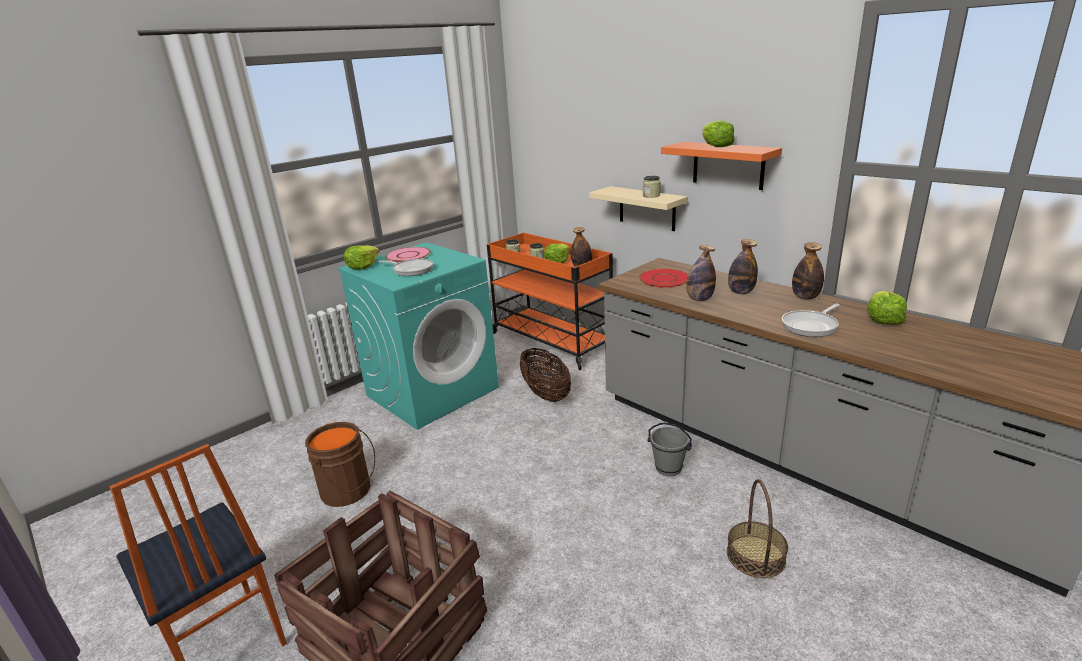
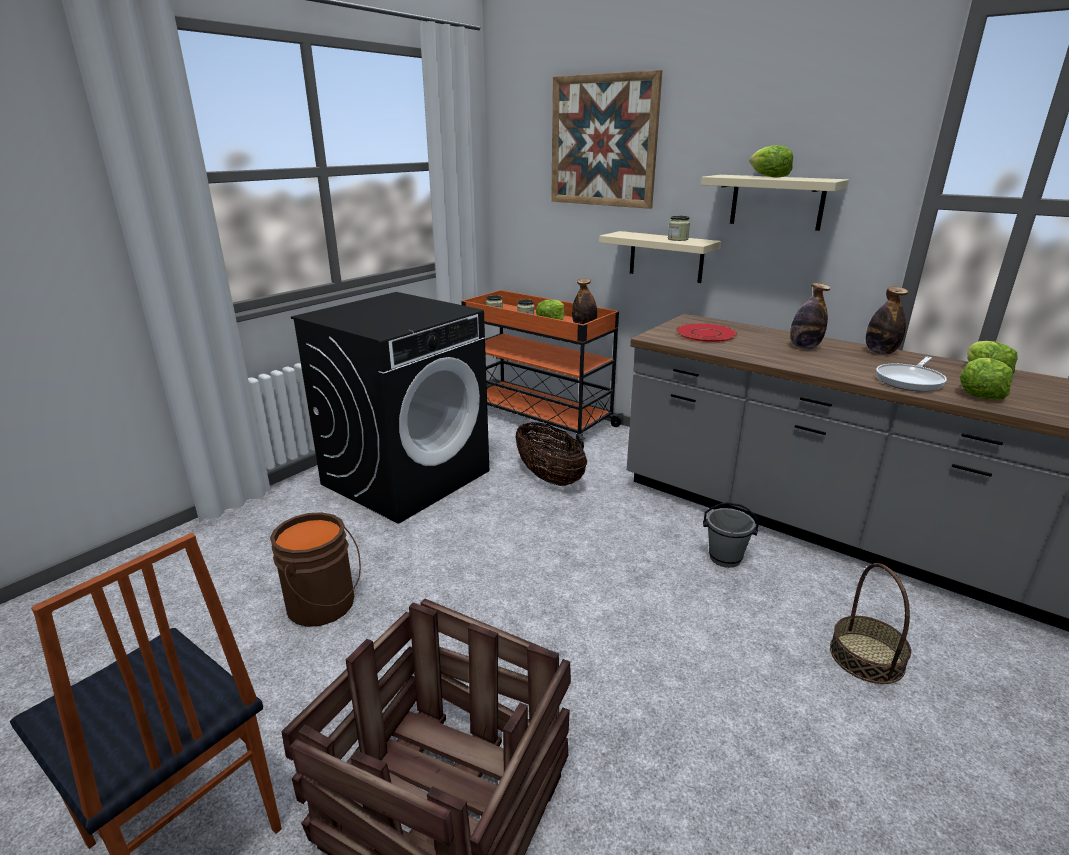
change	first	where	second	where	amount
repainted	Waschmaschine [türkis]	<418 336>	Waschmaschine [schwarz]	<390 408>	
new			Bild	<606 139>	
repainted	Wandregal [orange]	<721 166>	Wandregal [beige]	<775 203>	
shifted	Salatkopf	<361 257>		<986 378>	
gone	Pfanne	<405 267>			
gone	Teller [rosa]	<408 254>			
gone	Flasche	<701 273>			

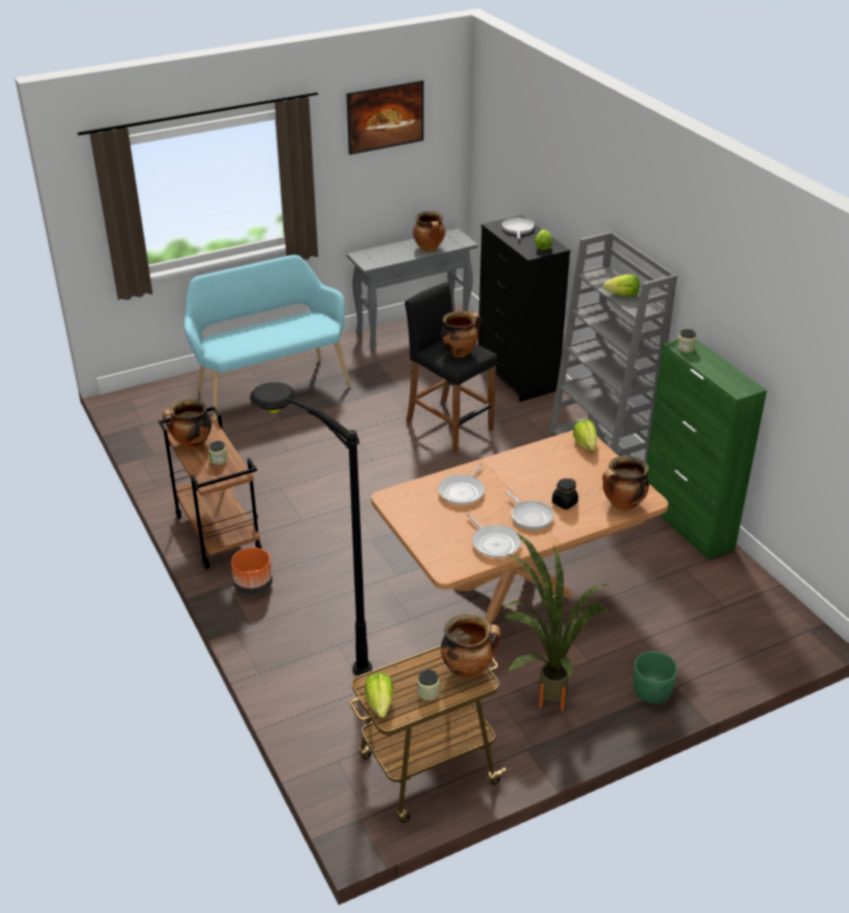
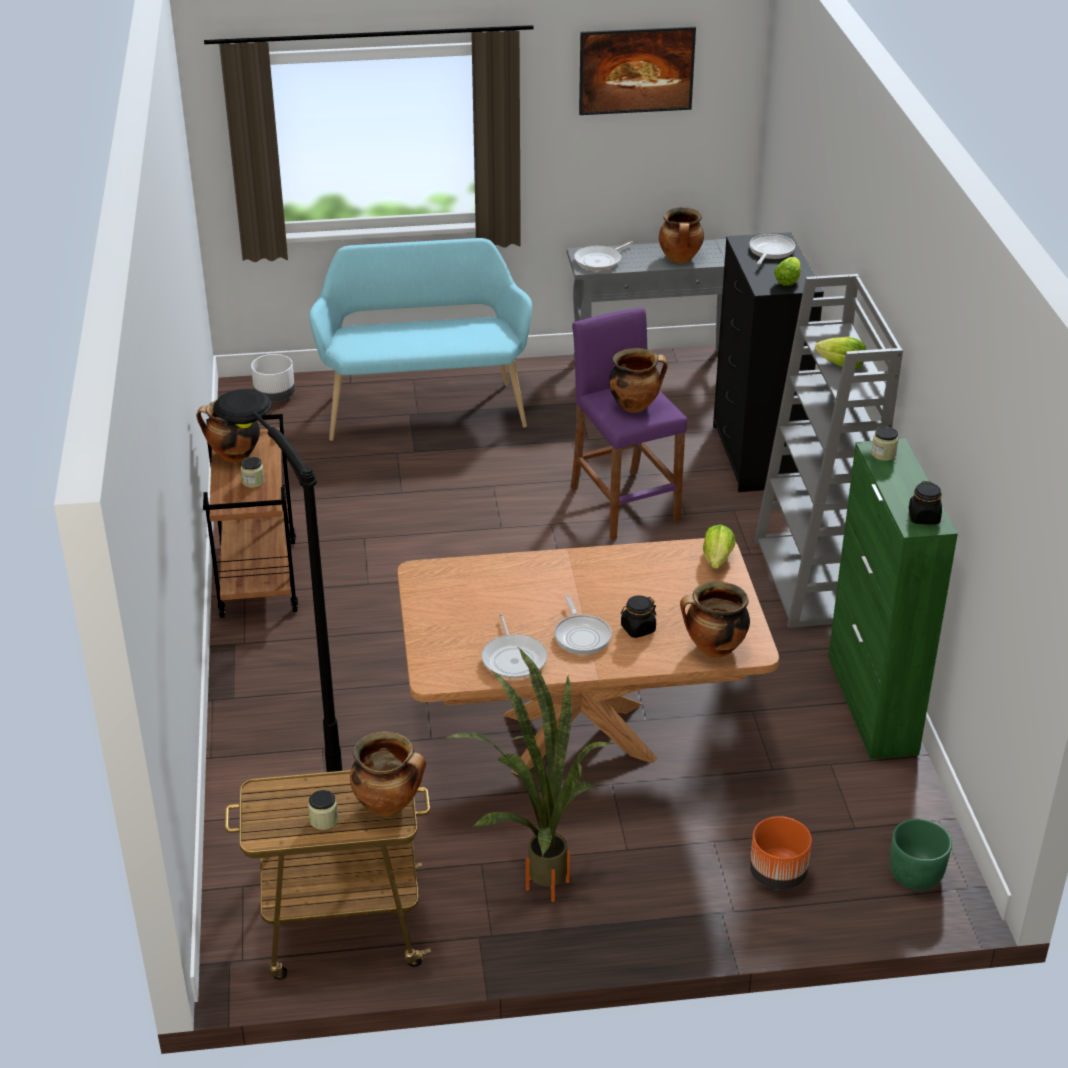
change	first	where	second	where	amount
new			Pflanzkübel [weiß]	<273 378>	
repainted	Hocker [schwarz]	<451 367>	Hocker [lila]	<628 423>	
shifted	Pfanne	<461 484>		<603 255>	
shifted	Pflanzkübel [orange]	<252 571>		<781 853>	
shifted	Pflanzkübel [grün]	<655 677>		<921 854>	
new			Vorratsglas [schwarz]	<925 503>	
gone	Salatkopf	<379 695>			

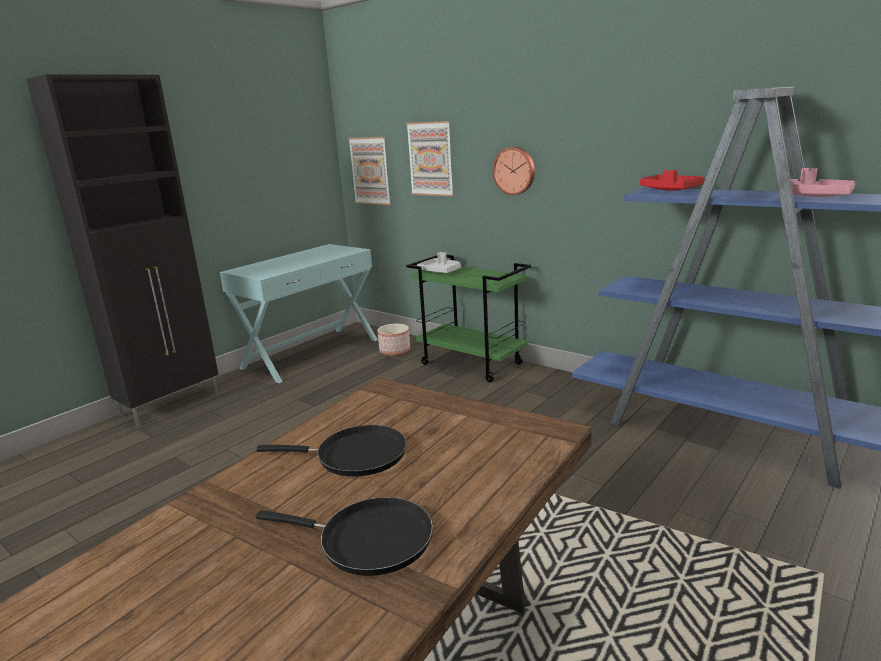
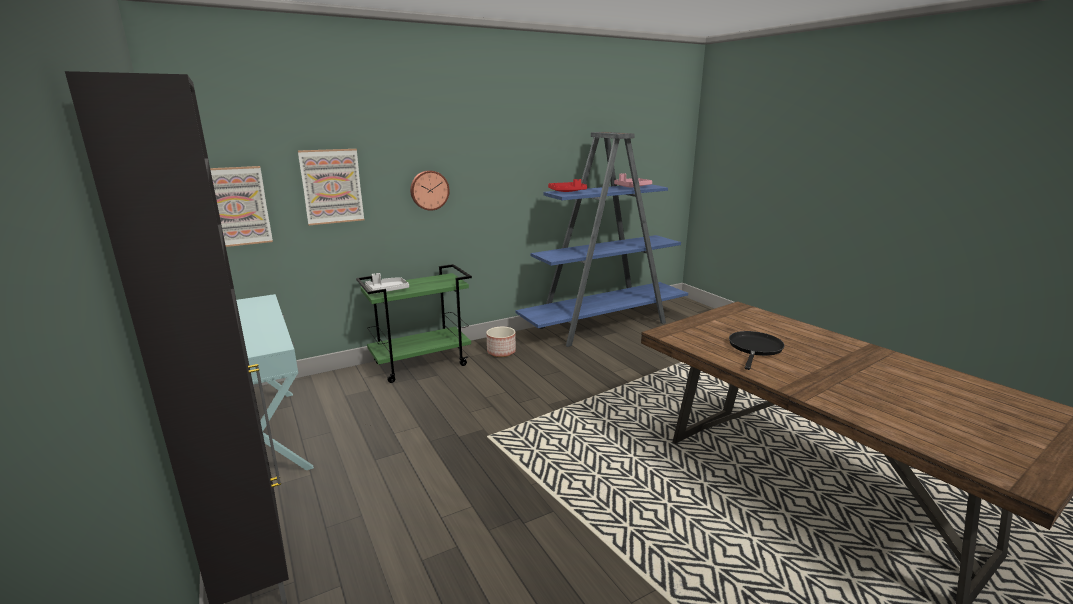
change	first	where	second	where	amount
shifted	Pflanzkübel	<393 340>		<501 342>	
gone	Pfanne [schwarz]	<344 536>			

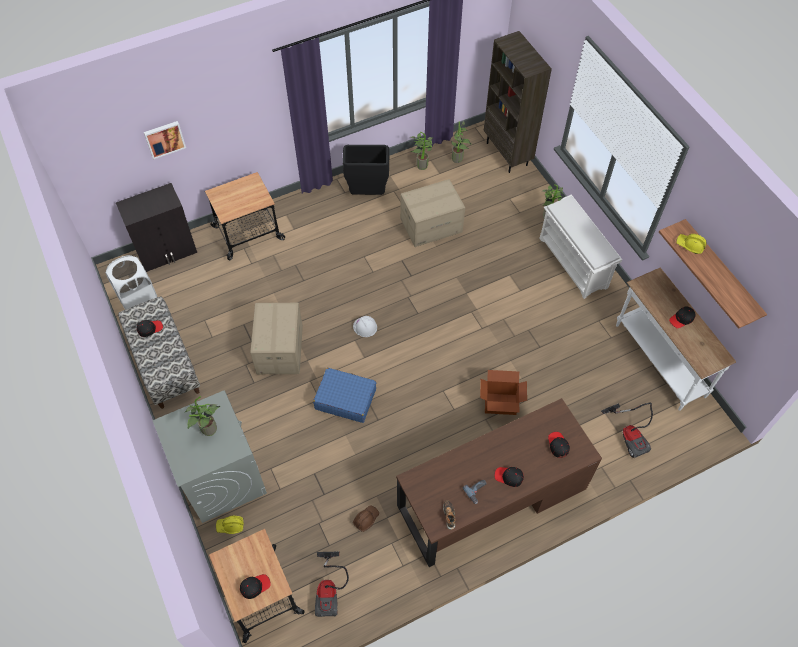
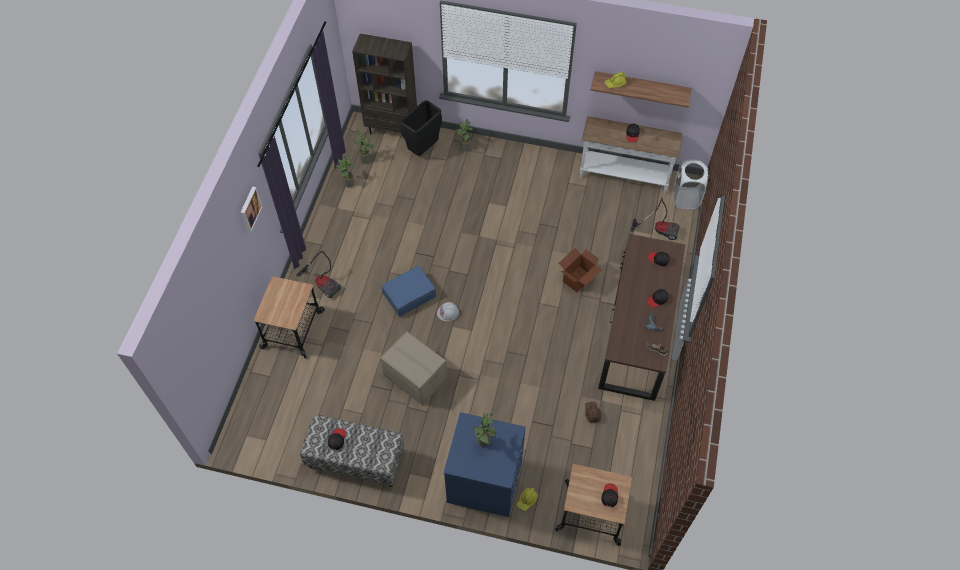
change	first	where	second	where	amount
shifted	Bild	<165 140>		<251 209>	
shifted	Staubsauger	<332 584>		<318 274>	
shifted	Koffer [blau]	<344 395>		<409 291>	
shifted	Mülleimer [schwarz]	<365 170>		<421 128>	
repainted	Waschmaschine [grau]	<209 456>	Waschmaschine [blau]	<485 464>	
shifted	Wäschekorb [weiß]	<131 282>		<691 184>	
gone	Schrank [schwarz]	<156 227>			
gone	Karton	<432 213>			
gone	Schuhregal [weiß]	<580 247>			

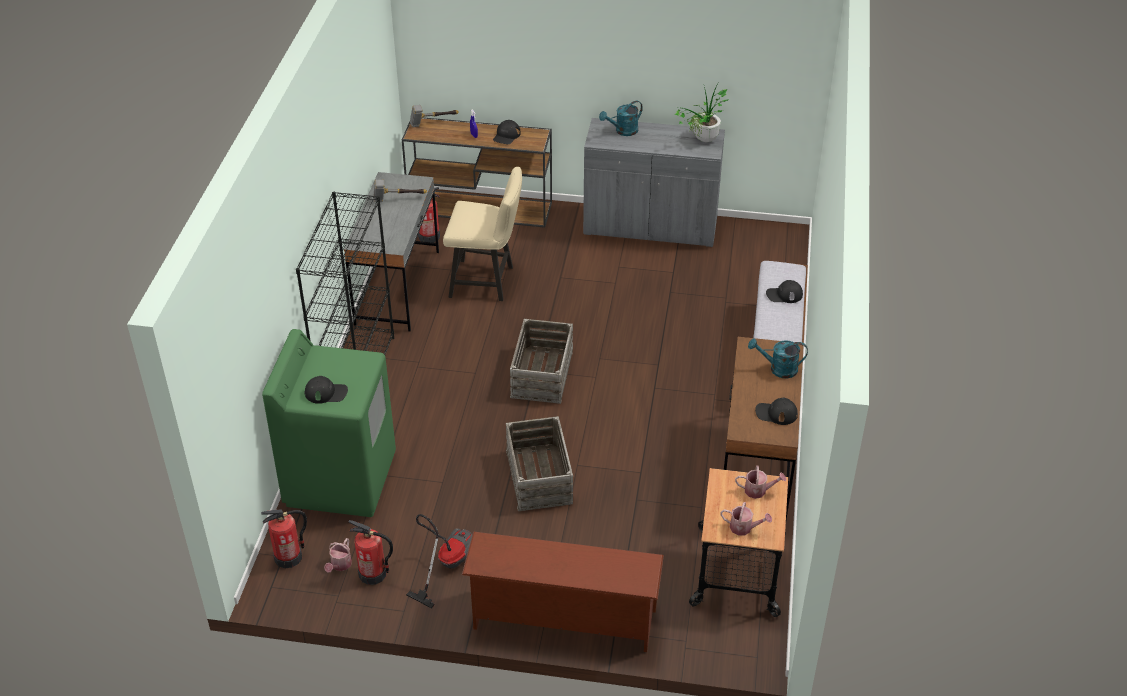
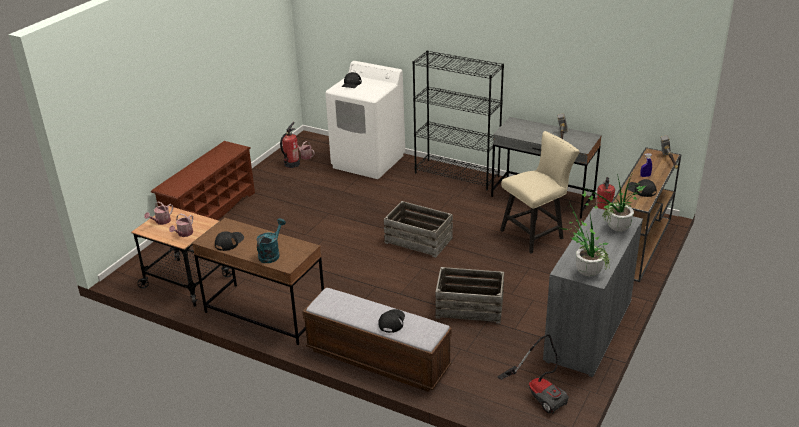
change	first	where	second	where	amount
repainted	Waschmaschine [grün]	<329 423>	Waschmaschine [weiß]	<365 120>	
shifted	Kiste	<539 463>		<469 295>	
shifted	Staubsauger	<439 561>		<533 374>	
rotated	Stuhl [beige]	<482 234>		<539 192>	150 degrees counterclockwise
swapped	Gießkanne [türkis]	<621 118>	Topfpflanze	<614 202>	
gone	Feuerlöscher	<284 538>			

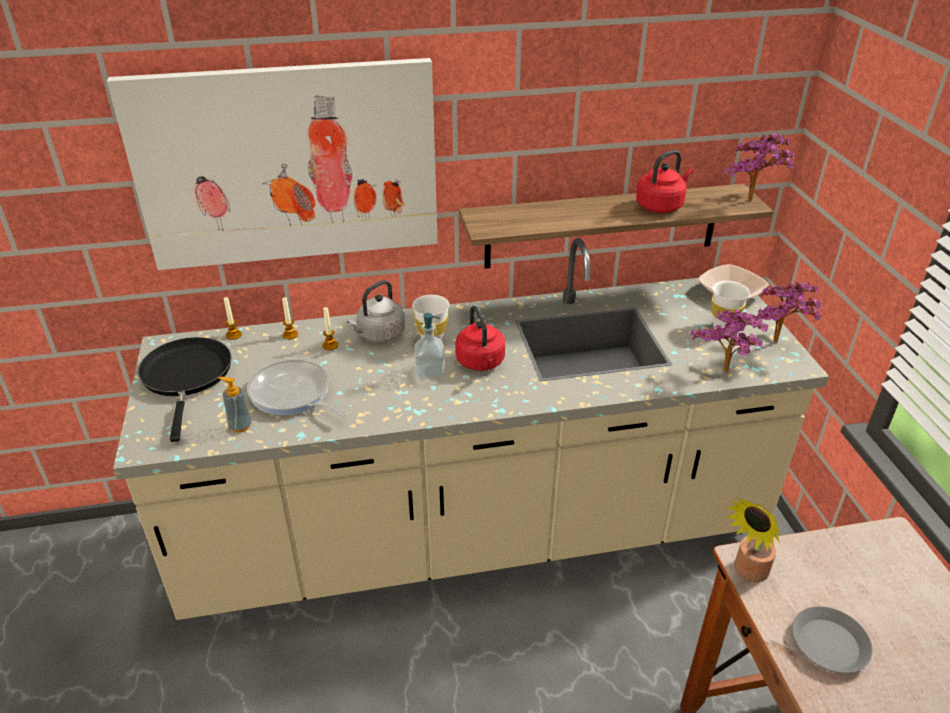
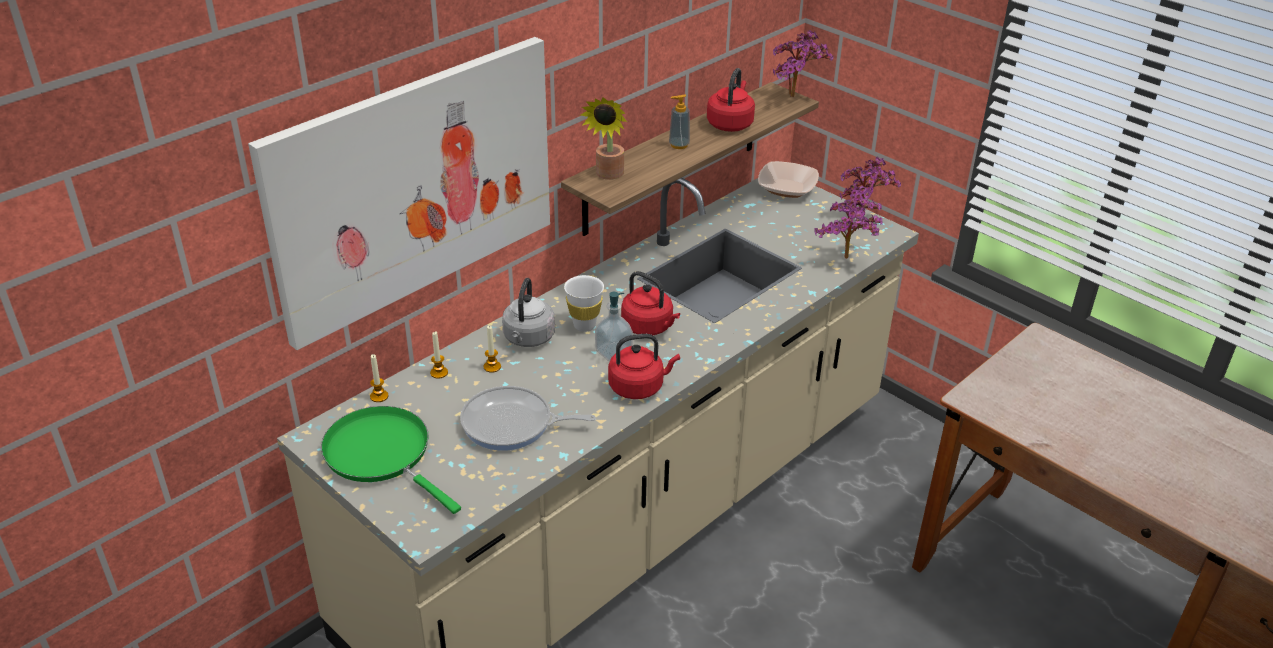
change	first	where	second	where	amount
repainted	Pfanne [schwarz]	<185 389>	Pfanne [grün]	<391 460>	
shifted	Topfpflanze	<753 540>		<603 138>	
new			Wasserkessel [rot]	<644 366>	
shifted	Seifenspender	<235 405>		<679 121>	
gone	Tasse [weiß]	<731 305>			
gone	Teller [grau]	<832 639>			

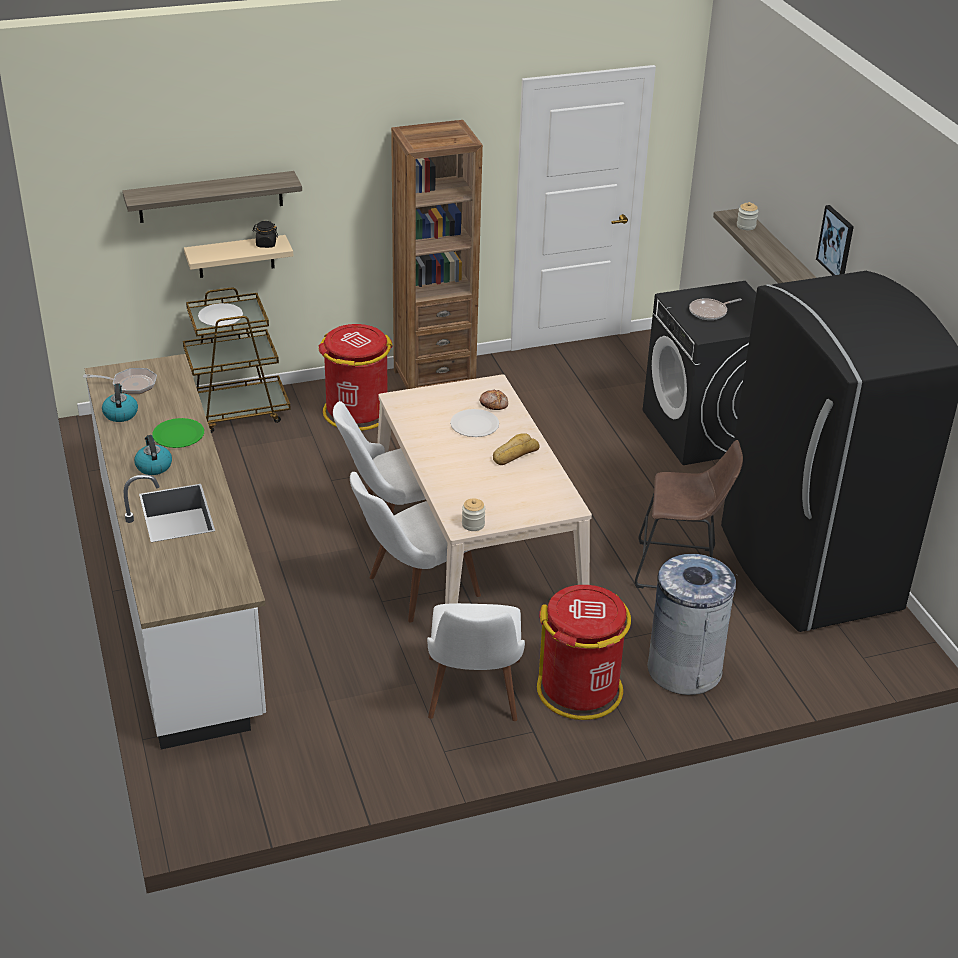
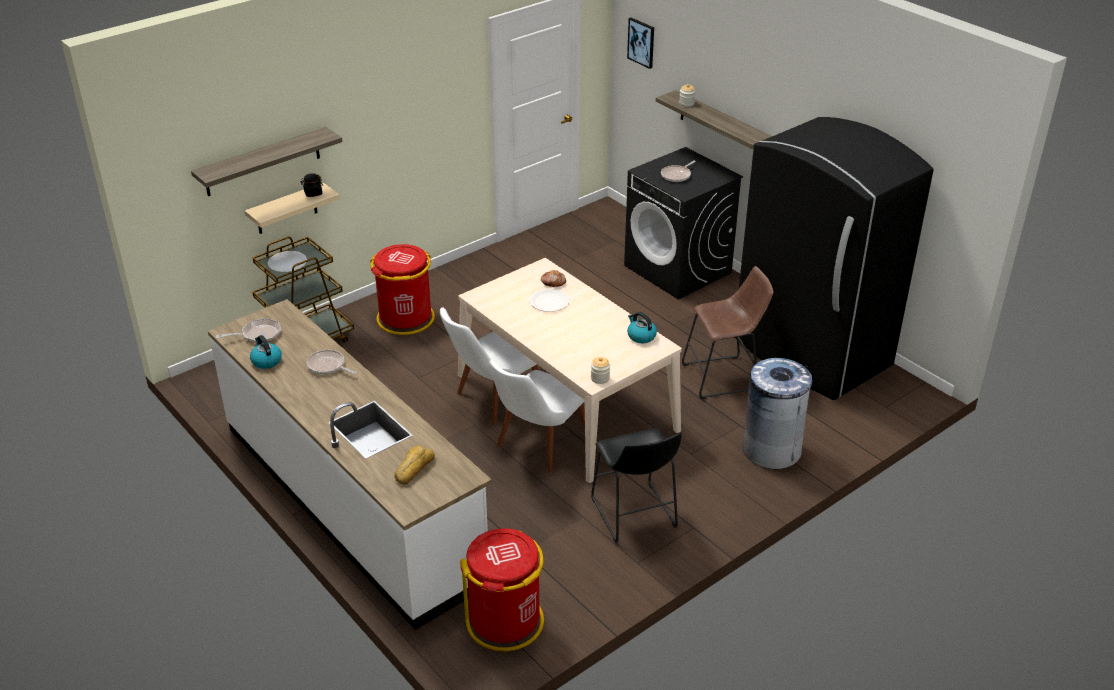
change	first	where	second	where	amount
swapped	Teller [grün]	<178 433>	Pfanne	<331 362>	
shifted	Brot	<516 449>		<414 464>	
shifted	Mülleimer [rot]	<584 652>		<502 589>	
swapped	Stuhl [weiß]	<476 662>	Hocker [schwarz]	<636 485>	
shifted	Bild	<835 240>		<640 43>	
shifted	Wasserkessel	<153 455>		<642 327>	
gone	Bücherregal [braun]	<437 254>			

